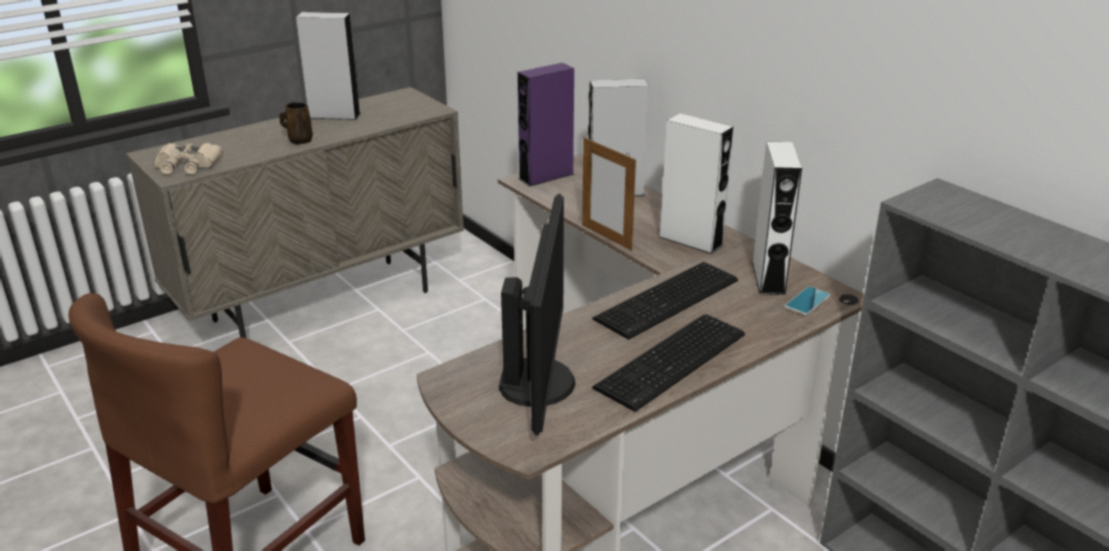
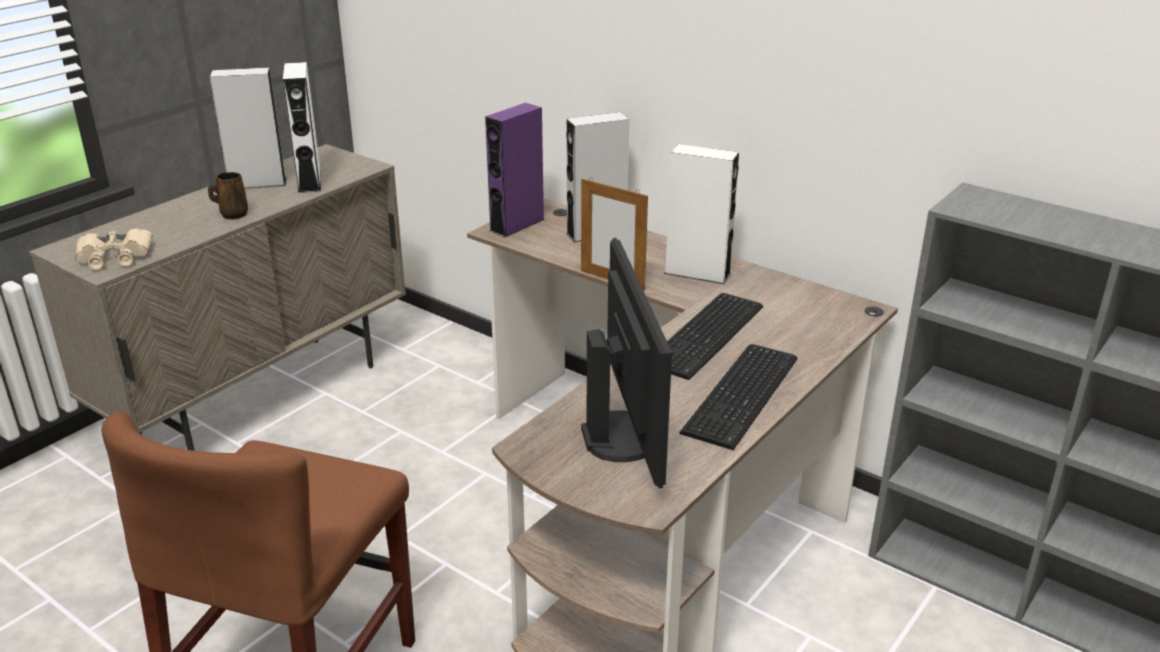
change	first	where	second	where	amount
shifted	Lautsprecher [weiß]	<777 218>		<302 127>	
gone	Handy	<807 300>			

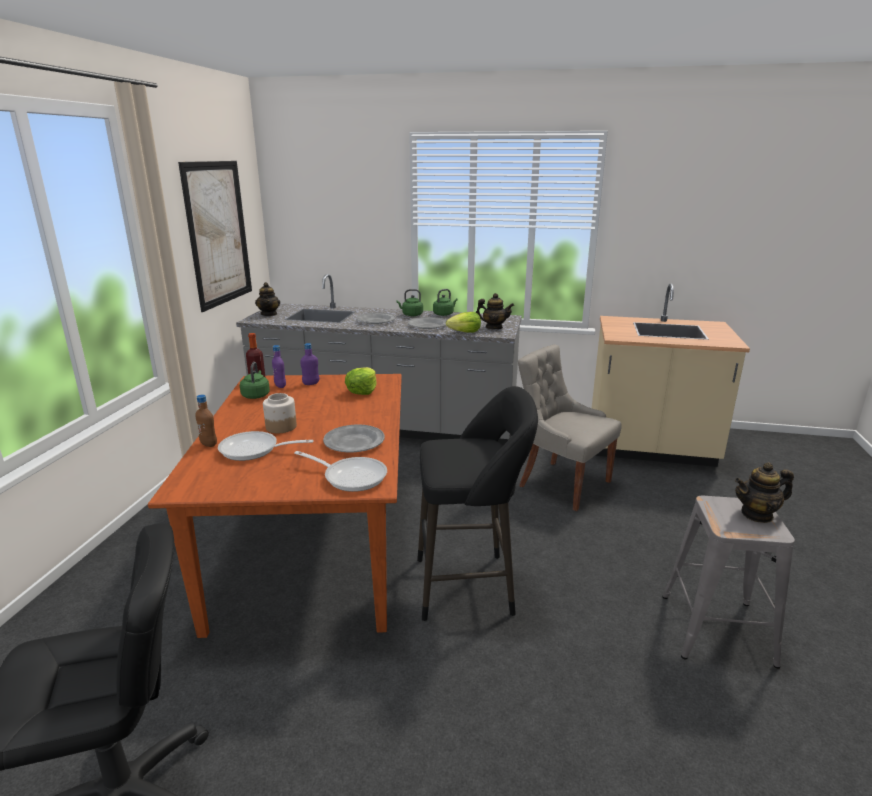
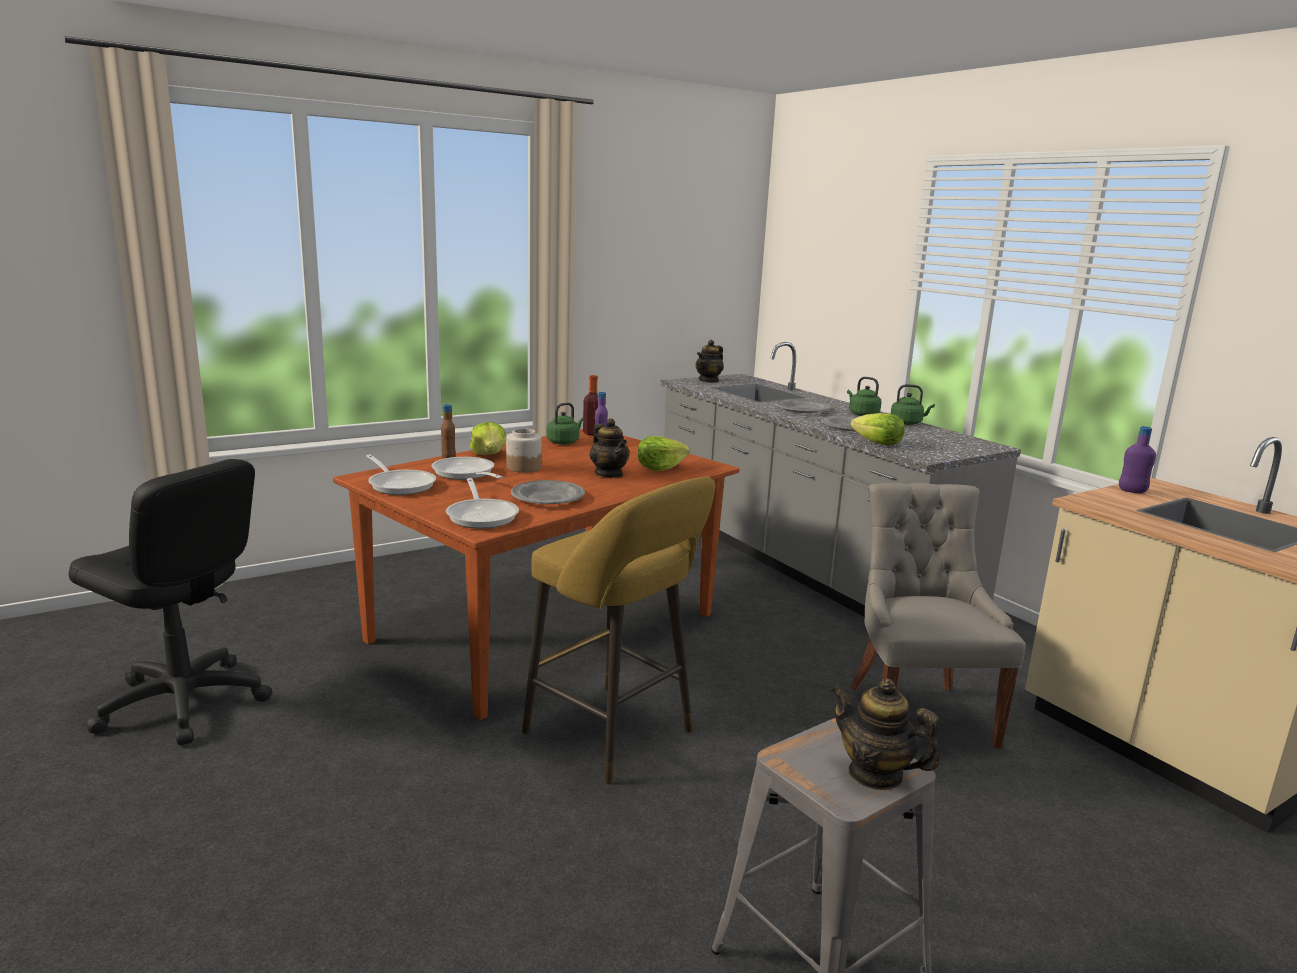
change	first	where	second	where	amount
new			Pfanne	<401 475>	
new			Salatkopf	<487 438>	
repainted	Hocker [schwarz]	<477 503>	Hocker [gelb]	<618 630>	
shifted	Teekanne	<495 311>		<610 448>	
shifted	Flasche [lila]	<309 364>		<1137 459>	
gone	Bild	<215 236>			

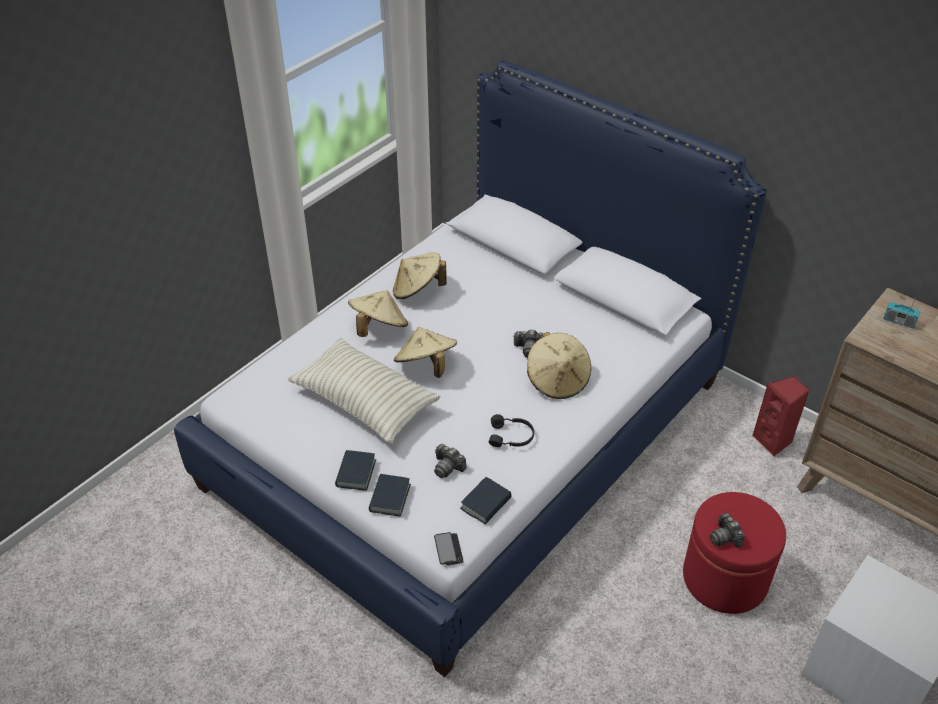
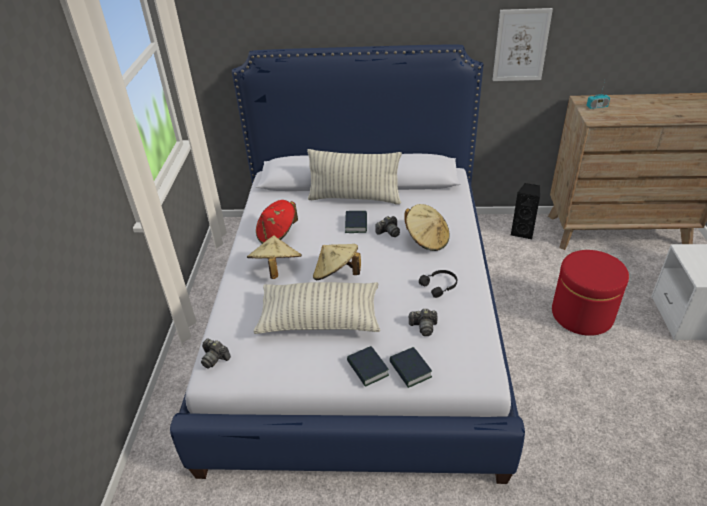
change	first	where	second	where	amount
shifted	Kamera	<727 530>		<216 353>	
repainted	Hut [beige]	<420 275>	Hut [rot]	<277 222>	
new			Kissen	<354 177>	
shifted	Buch	<486 500>		<356 222>	
new			Bild	<522 44>	
repainted	Lautsprecher [rot]	<780 416>	Lautsprecher [schwarz]	<525 211>	
gone	Handy	<449 548>			

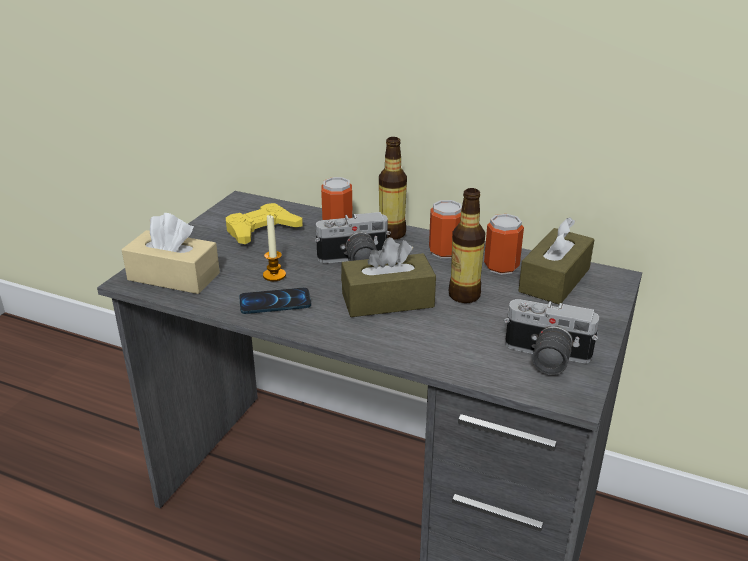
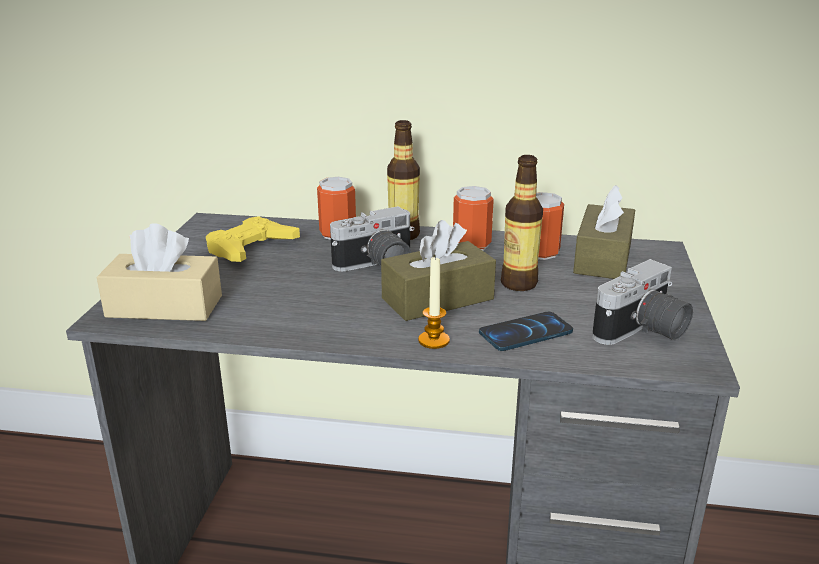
change	first	where	second	where	amount
shifted	Kerze	<274 248>		<434 302>	
shifted	Handy	<275 301>		<526 331>	
rotated	Kamera	<551 337>		<642 302>	45 degrees counterclockwise

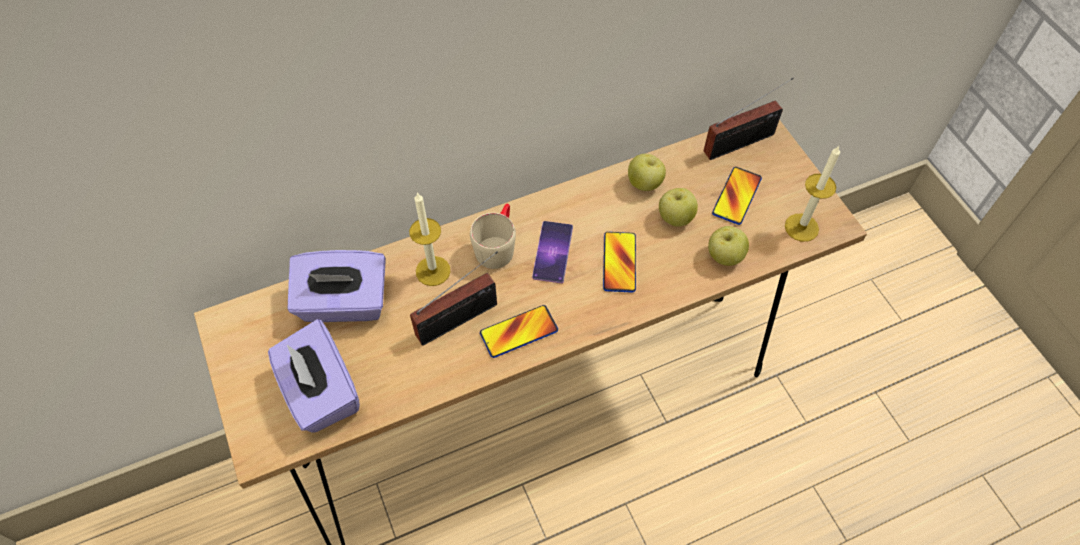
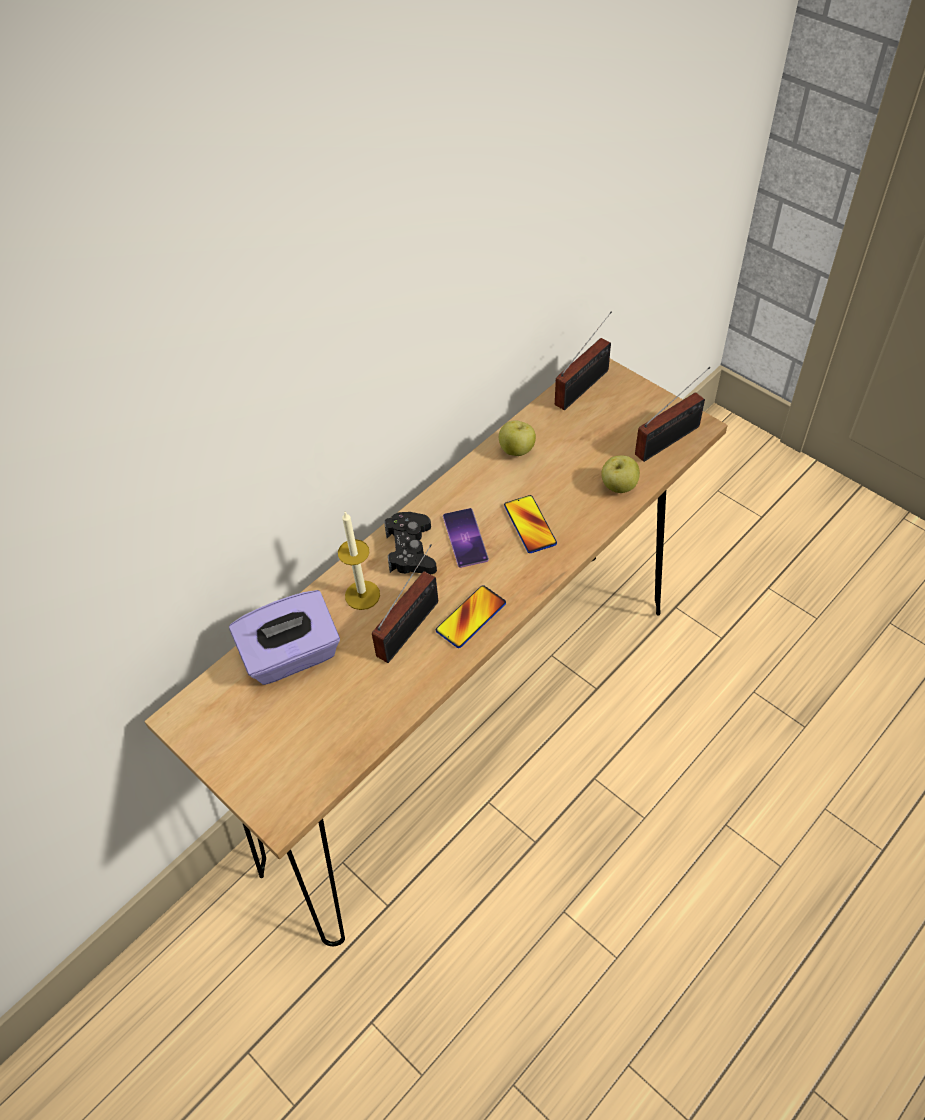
change	first	where	second	where	amount
swapped	Henkelbecher [beige]	<493 236>	Gamepad [schwarz]	<410 543>	
swapped	Kerze	<812 194>	Radio	<672 414>	
gone	Taschentuchbox [lila]	<314 376>			
gone	Apfel	<678 207>			
gone	Handy	<737 196>			

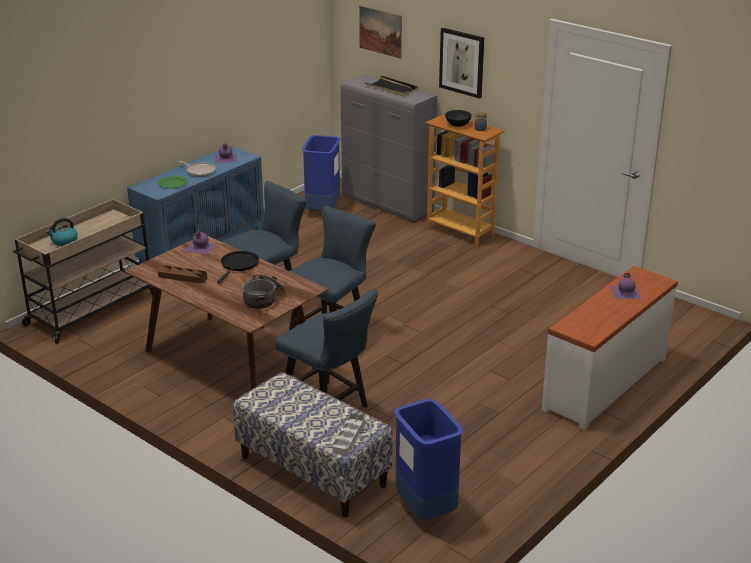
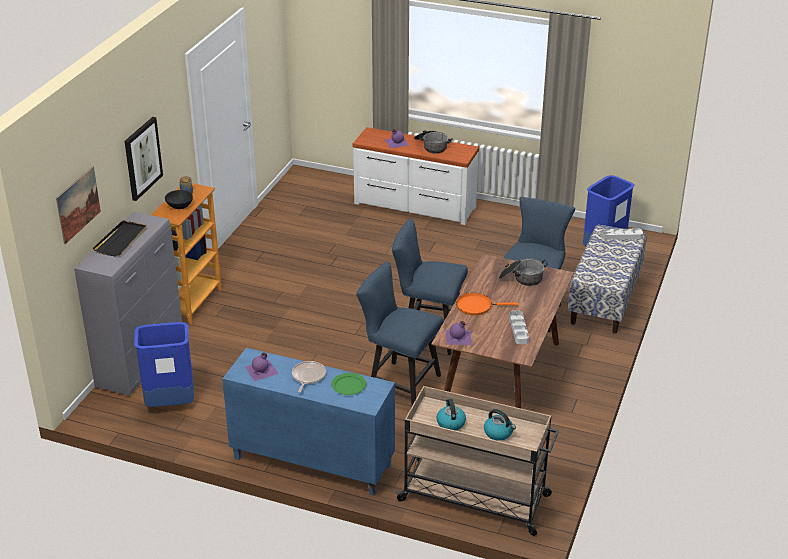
change	first	where	second	where	amount
new			Kochtopf	<433 142>	
new			Wasserkessel	<451 414>	
repainted	Pfanne [schwarz]	<238 267>	Pfanne [orange]	<487 304>	
repainted	Tablett [braun]	<182 274>	Tablett [grau]	<519 327>	

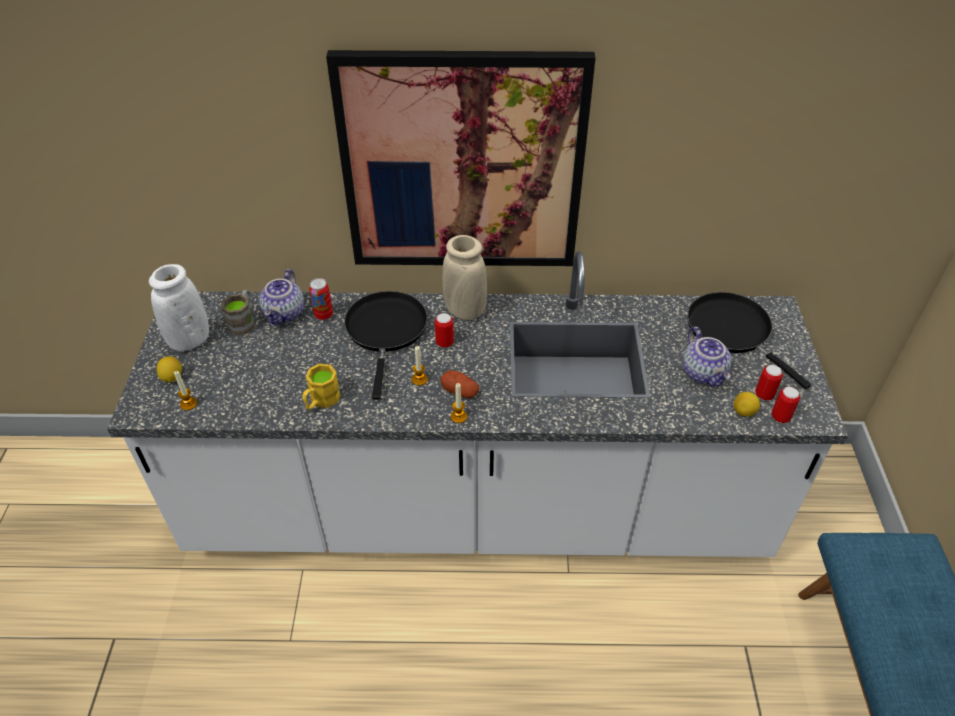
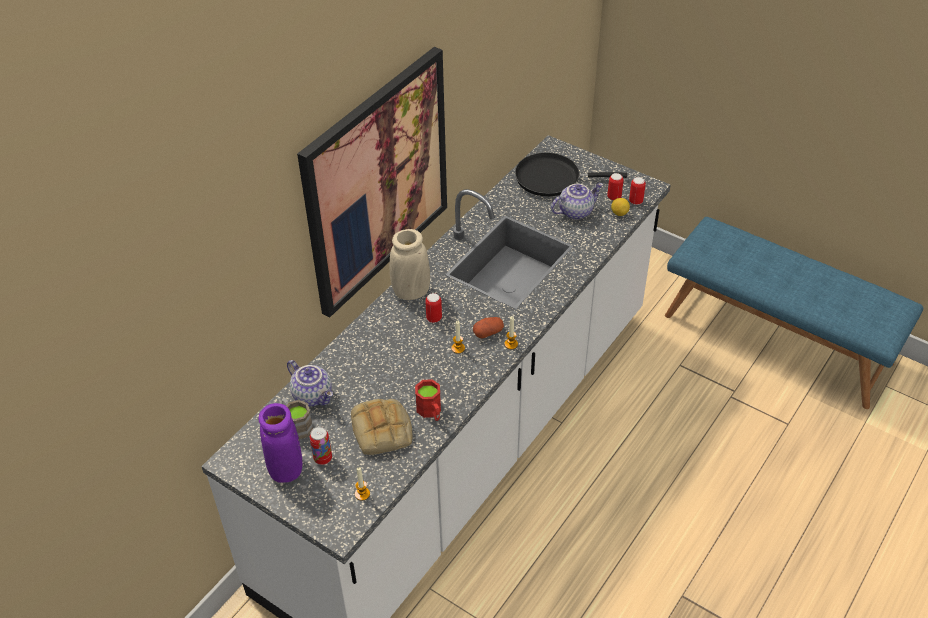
change	first	where	second	where	amount
repainted	Vase [weiß]	<179 307>	Vase [lila]	<280 443>	
shifted	Dose	<321 299>		<321 445>	
new			Brot	<382 427>	
repainted	Henkelbecher [gelb]	<322 386>	Henkelbecher [rot]	<428 400>	
rotated	Teekanne	<707 356>		<577 201>	45 degrees counterclockwise
gone	Zitrone	<169 369>			
gone	Pfanne [schwarz]	<386 345>			

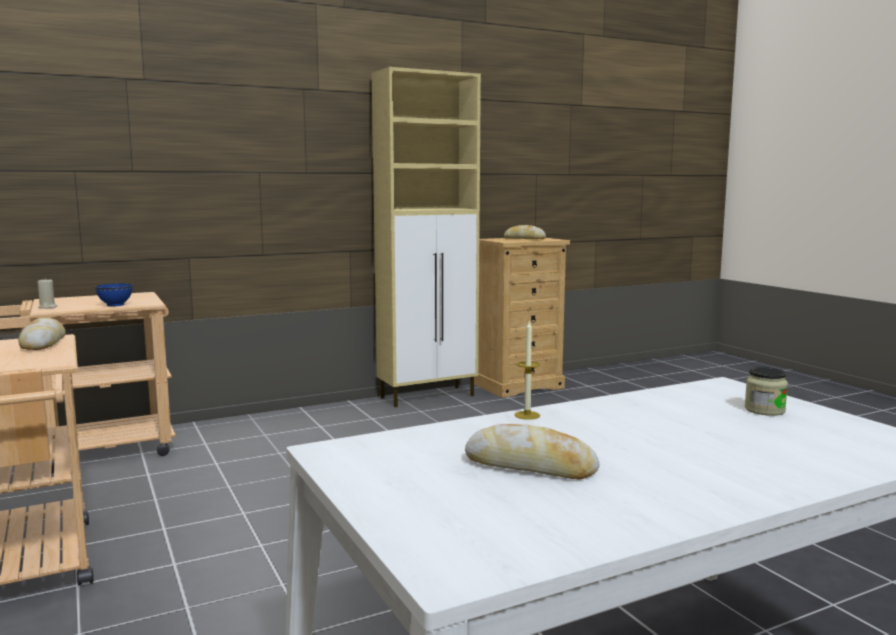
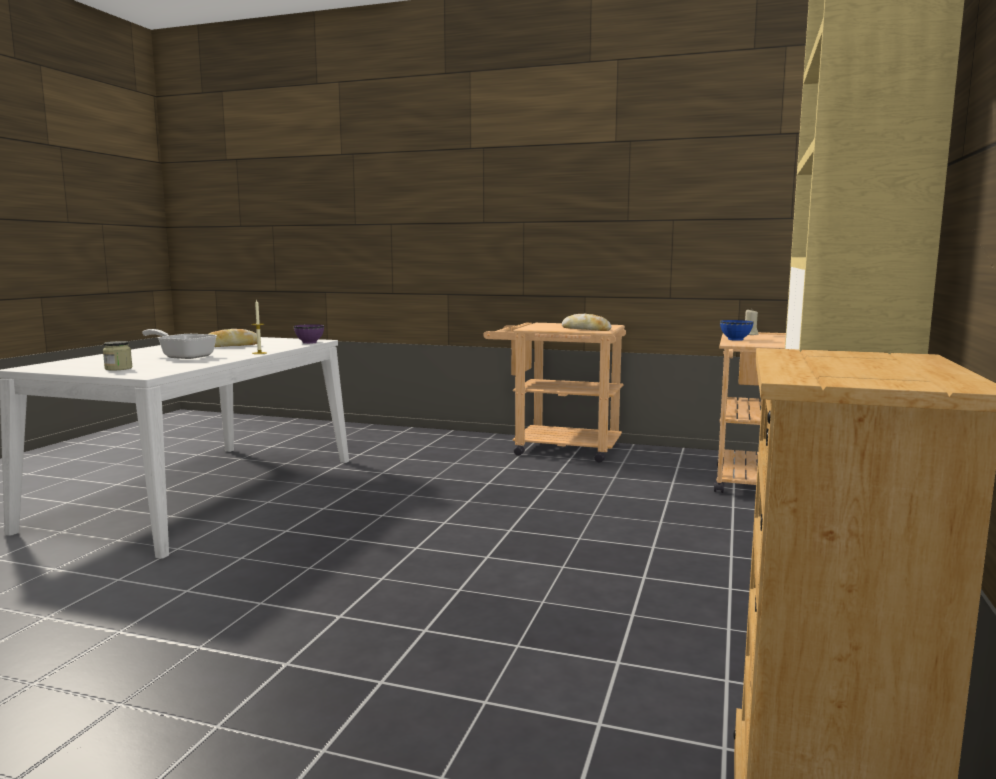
change	first	where	second	where	amount
new			Pfanne	<179 344>	
new			Schüssel [lila]	<309 334>	
gone	Brot	<525 232>			

